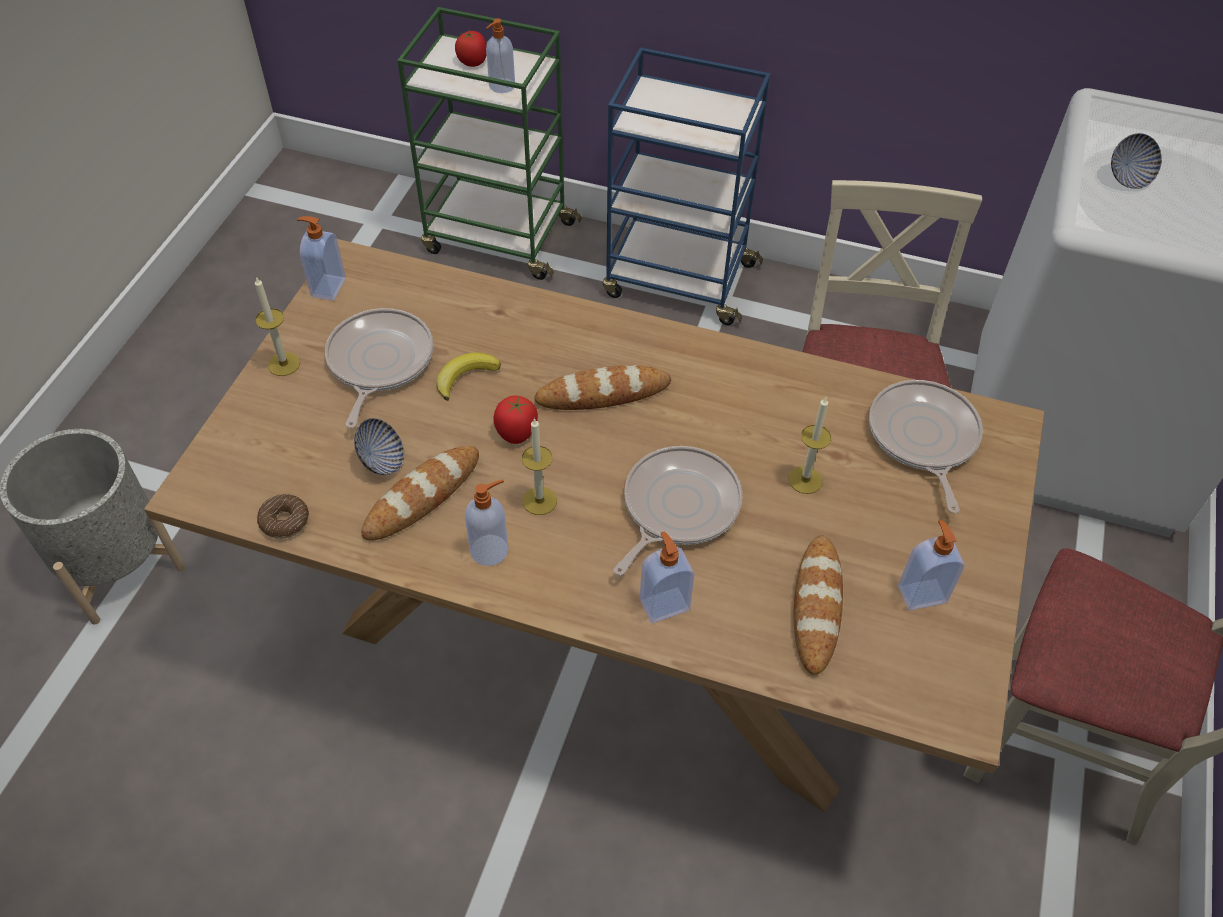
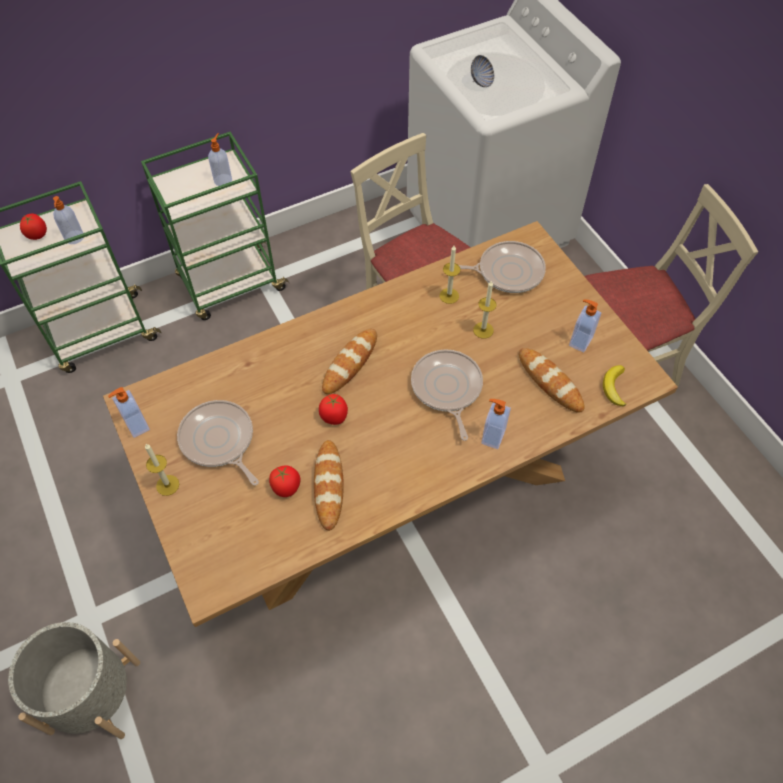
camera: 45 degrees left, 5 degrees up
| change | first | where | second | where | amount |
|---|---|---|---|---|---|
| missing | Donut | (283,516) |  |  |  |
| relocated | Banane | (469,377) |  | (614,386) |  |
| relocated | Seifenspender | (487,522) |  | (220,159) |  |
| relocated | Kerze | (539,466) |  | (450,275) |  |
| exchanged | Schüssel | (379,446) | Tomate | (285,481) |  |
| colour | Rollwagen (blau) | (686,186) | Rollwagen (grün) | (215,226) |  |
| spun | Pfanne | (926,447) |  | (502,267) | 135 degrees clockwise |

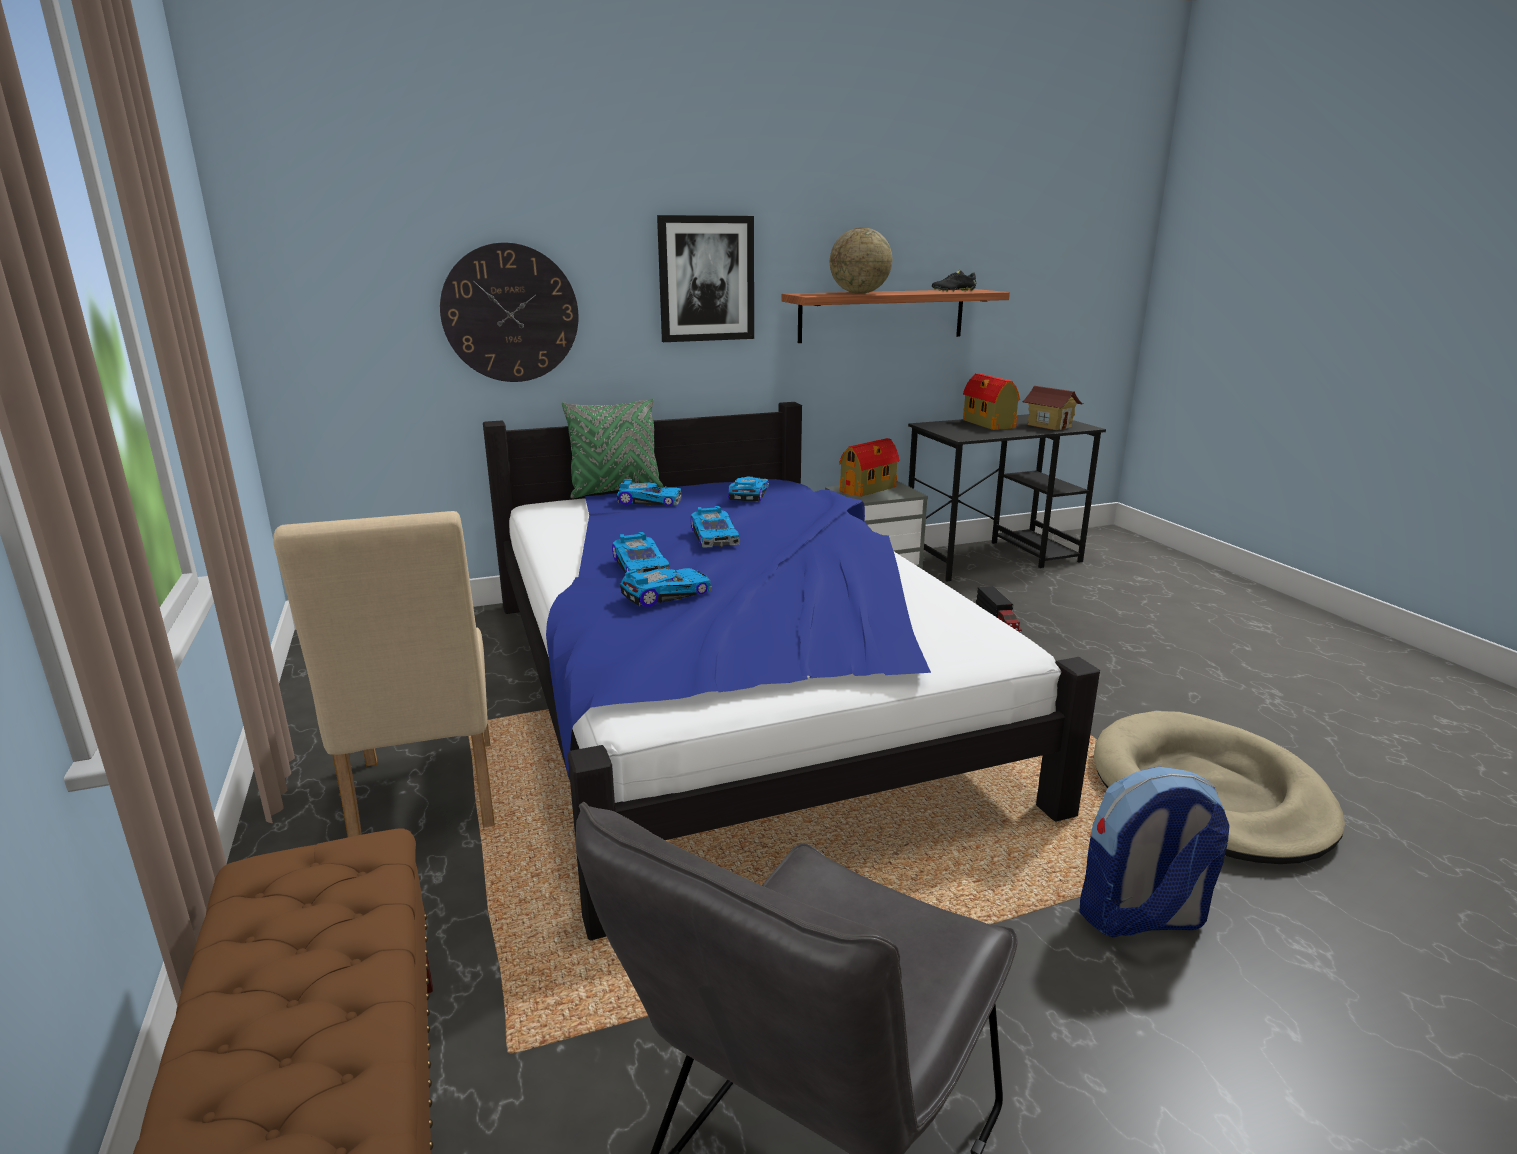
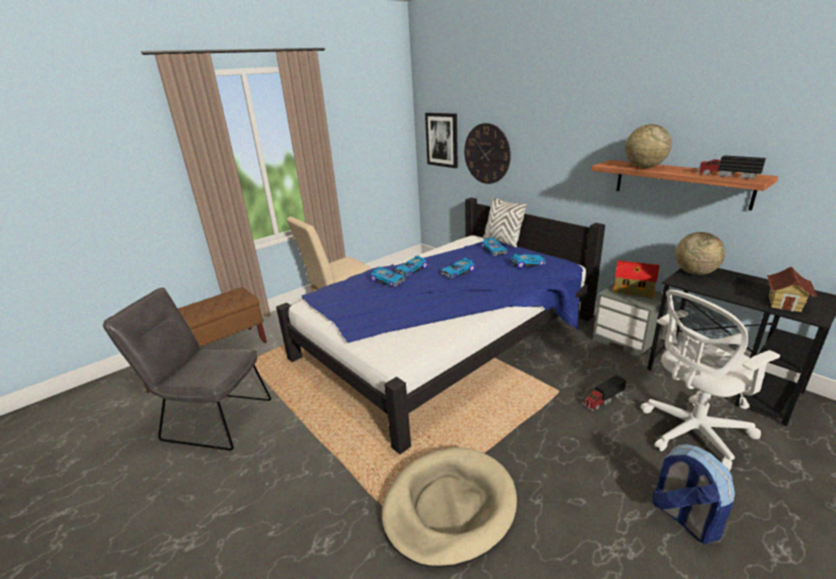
camera: 70 degrees right, 5 degrees up
| change | first | where | second | where | amount |
|---|---|---|---|---|---|
| missing | Spielzeughaus | (991,401) |  |  |  |
| appeared |  |  | Bürostuhl (weiß) | (710,380) |  |
| appeared |  |  | Globus | (700,253) |  |
| relocated | Bild | (705,278) |  | (441,140) |  |
| relocated | Rucksack | (1155,852) |  | (694,494) |  |
| exchanged | Schuh (schwarz) | (954,281) | Spielzeuglaster | (732,167) |  |
| colour | Kissen (grün) | (613,448) | Kissen (weiß) | (505,222) |  |

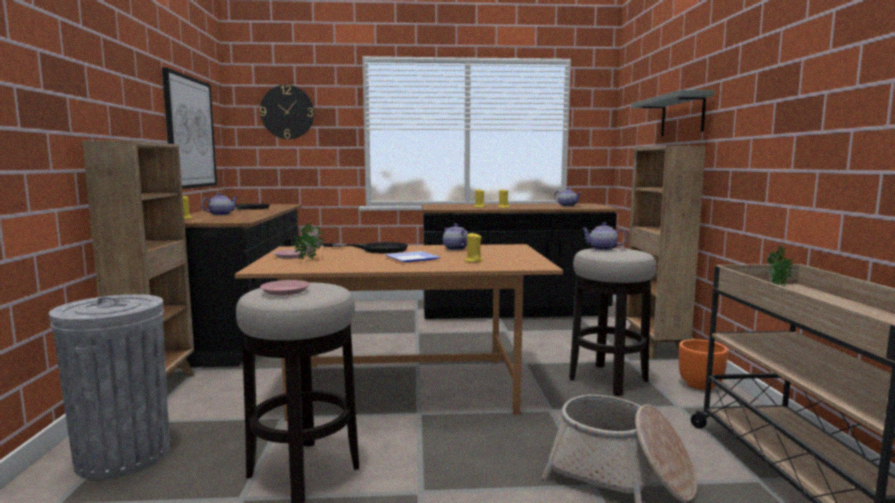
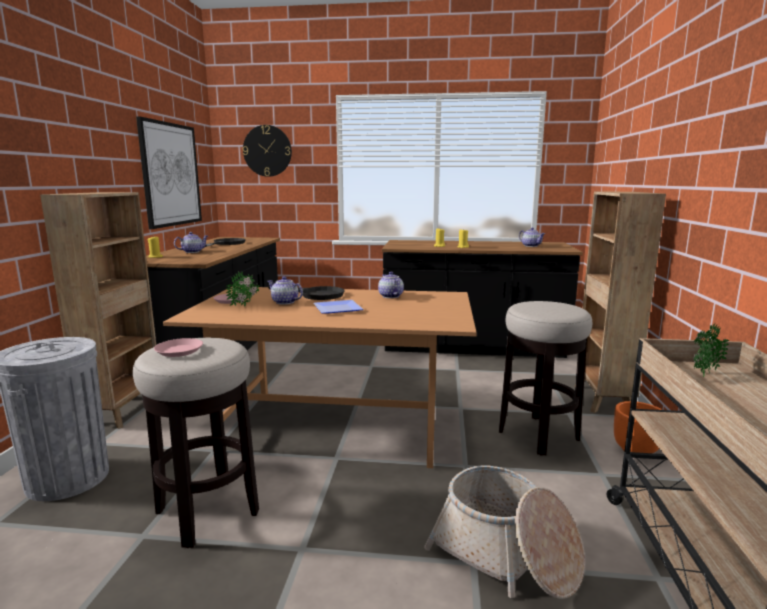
camera: 10 degrees right, 5 degrees up
| change | first | where | second | where | amount |
|---|---|---|---|---|---|
| missing | Kerze (gelb) | (473,247) |  |  |  |
| missing | Wandregal (grau) | (672,113) |  |  |  |
| relocated | Teekanne | (604,236) |  | (285,290) |  |

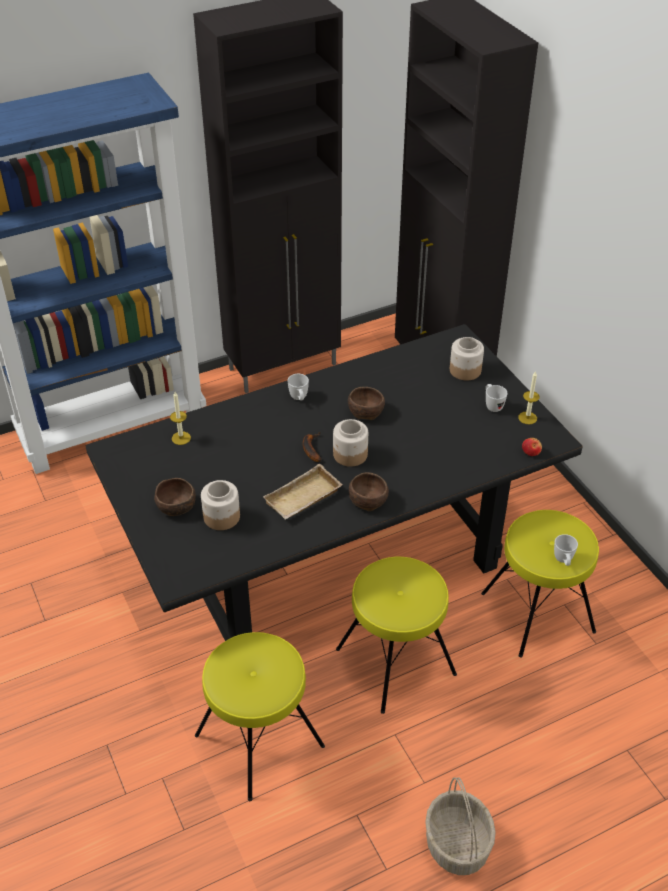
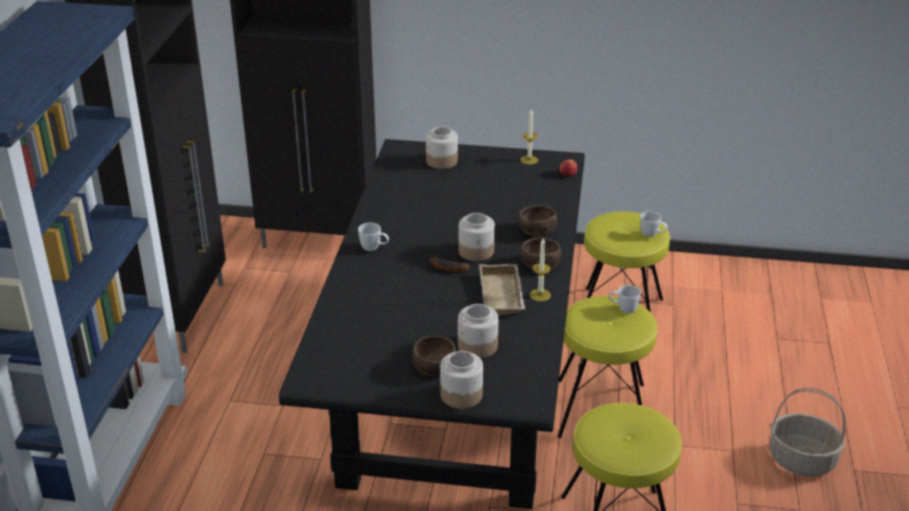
camera: 55 degrees left, 10 degrees down
| change | first | where | second | where | amount |
|---|---|---|---|---|---|
| appeared |  |  | Vorratsglas | (461,380) |  |
| relocated | Kerze | (180,418) |  | (540,270) |  |
| relocated | Schüssel (braun) | (366,403) |  | (537,221) |  |
| relocated | Henkelbecher (weiß) | (496,398) |  | (625,299) |  |

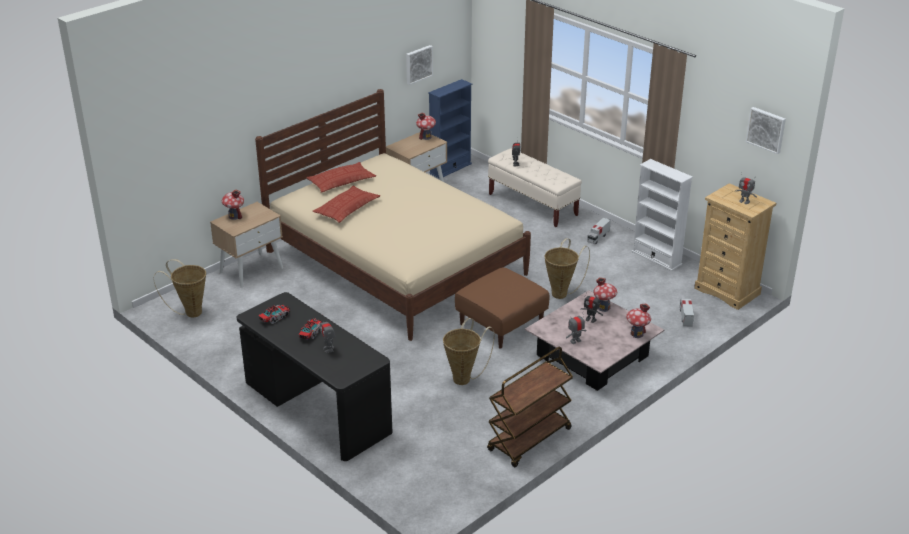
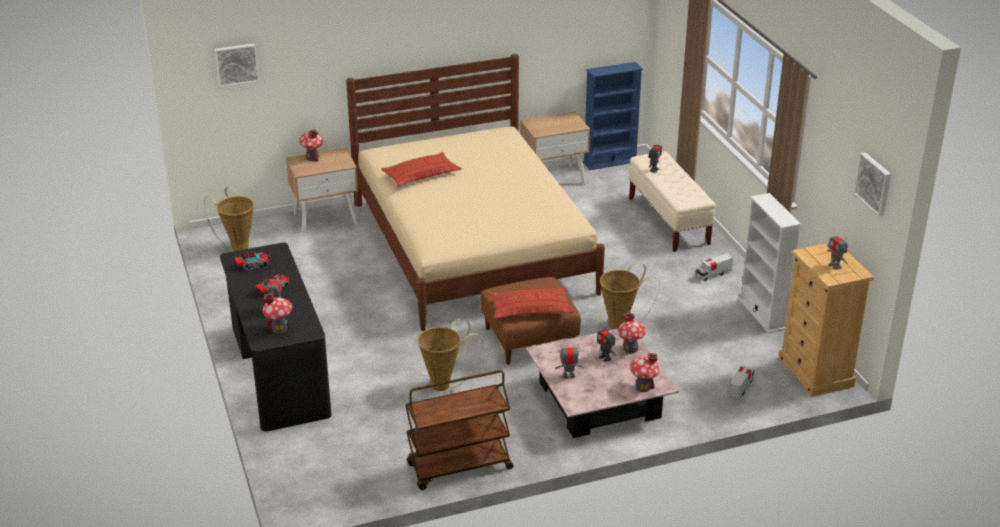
camera: 25 degrees right, 0 degrees up
| change | first | where | second | where | amount |
|---|---|---|---|---|---|
| relocated | Kissen | (341,177) |  | (531,303) |  |
| relocated | Bild | (419,65) |  | (237,65) |  |
| relocated | Spielzeughaus | (426,126) |  | (278,313) |  |

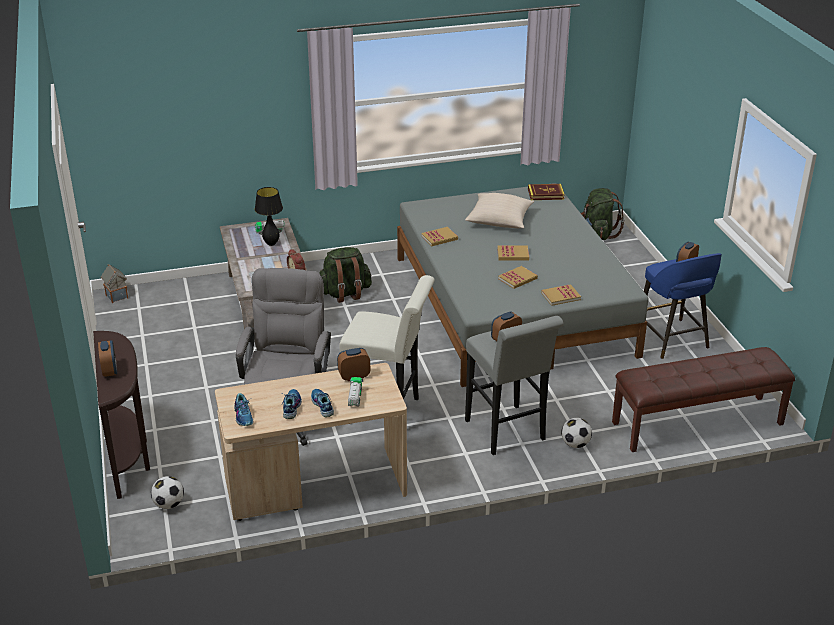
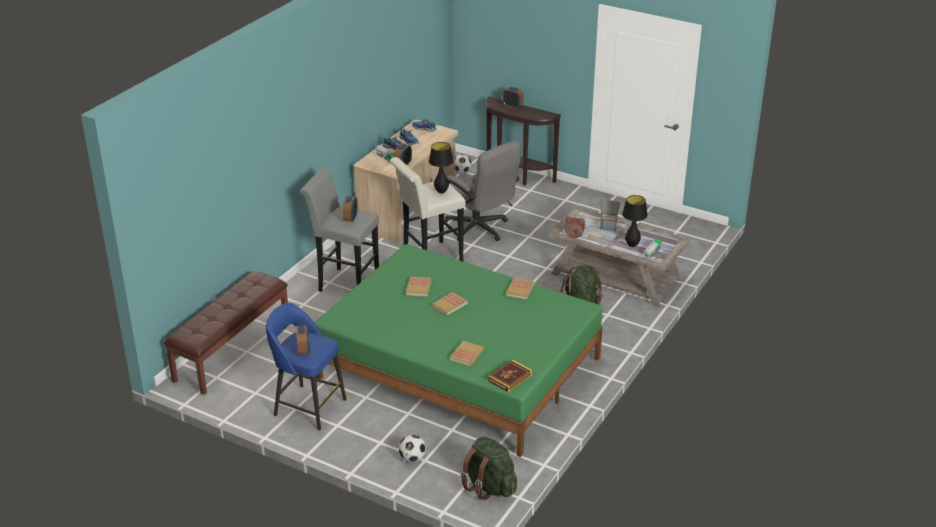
camera: 135 degrees right, 0 degrees up
| change | first | where | second | where | amount |
|---|---|---|---|---|---|
| missing | Kissen (beige) | (499,210) |  |  |  |
| appeared |  |  | Tischlampe (schwarz) | (441,168) |  |
| relocated | Spielzeughaus | (114,283) |  | (610,215) |  |
| relocated | Buch | (561,295) |  | (467,353) |  |
| relocated | Fußball | (576,433) |  | (412,448) |  |
| colour | Bett (grau) | (523,285) | Bett (grün) | (458,350) |  |

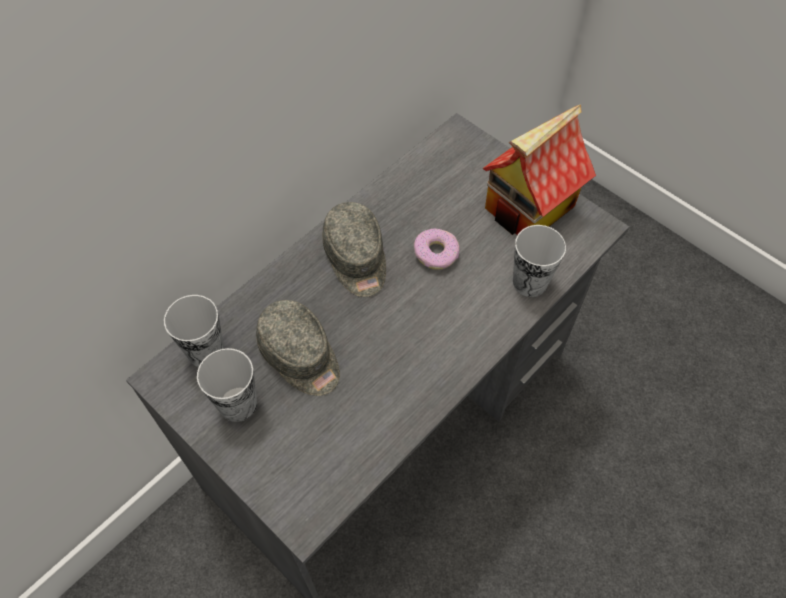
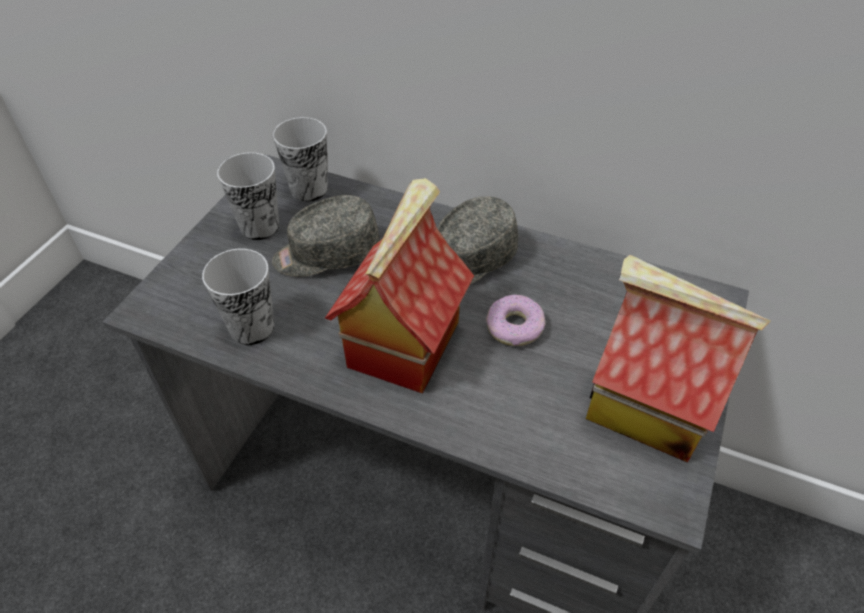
camera: 70 degrees right, 10 degrees down
| change | first | where | second | where | amount |
|---|---|---|---|---|---|
| appeared |  |  | Spielzeughaus | (399,286) |  |
| relocated | Tasse | (539,261) |  | (238,296) |  |
| spun | Kappe (grau) | (298,348) |  | (326,236) | 45 degrees clockwise |

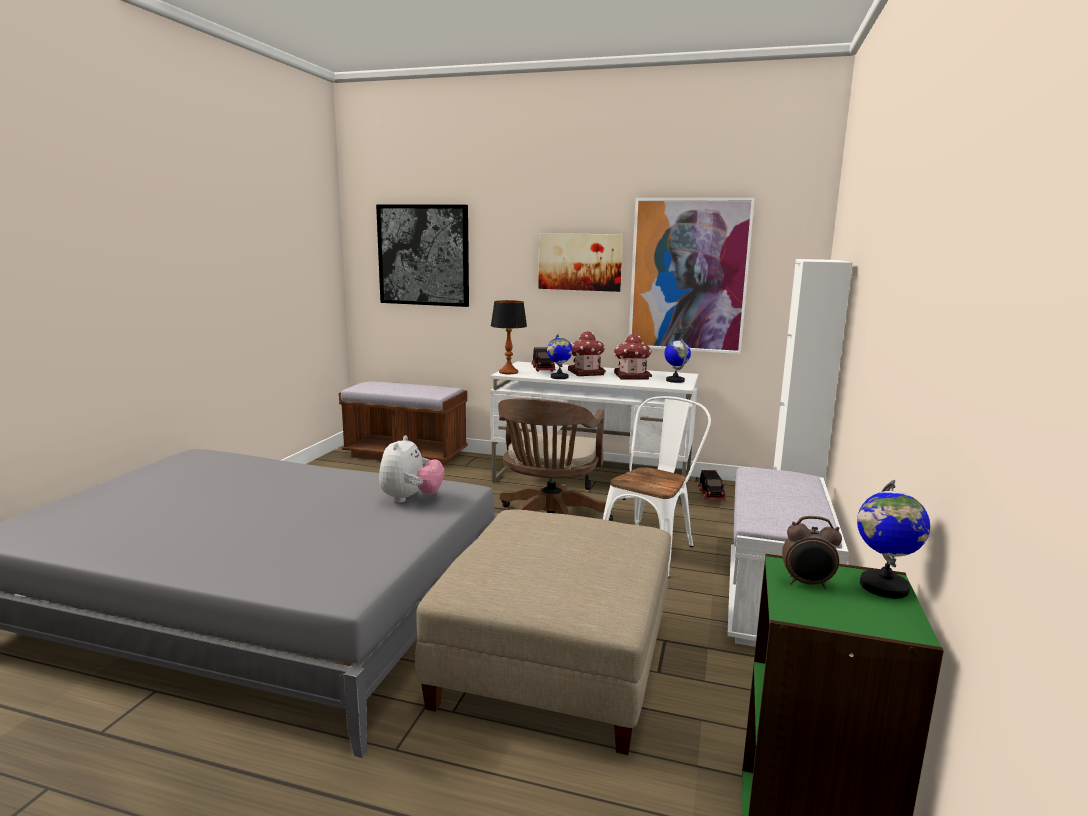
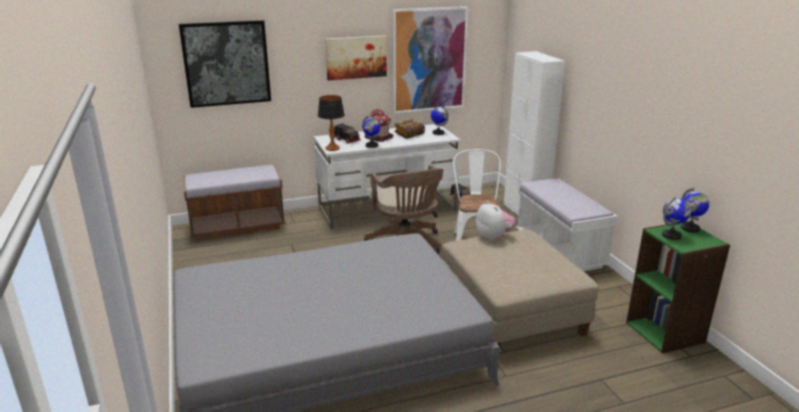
camera: 35 degrees left, 10 degrees up
| change | first | where | second | where | amount |
|---|---|---|---|---|---|
| relocated | Plüschtier | (411,469) |  | (496,221) |  |
| exchanged | Spielzeughaus | (633,357) | Buch | (409,129) |  |
| exchanged | Wecker | (812,552) | Globus | (676,218) |  |

